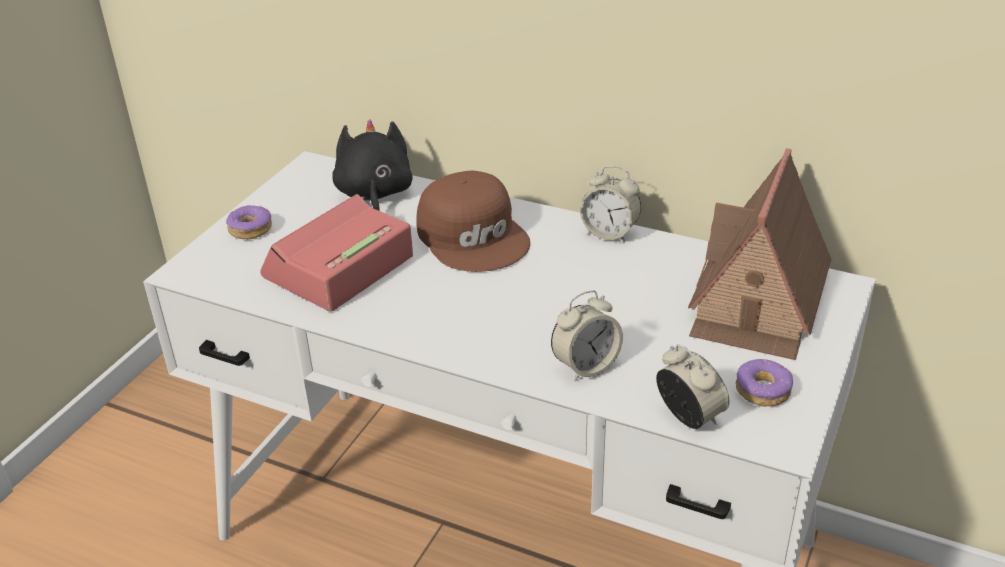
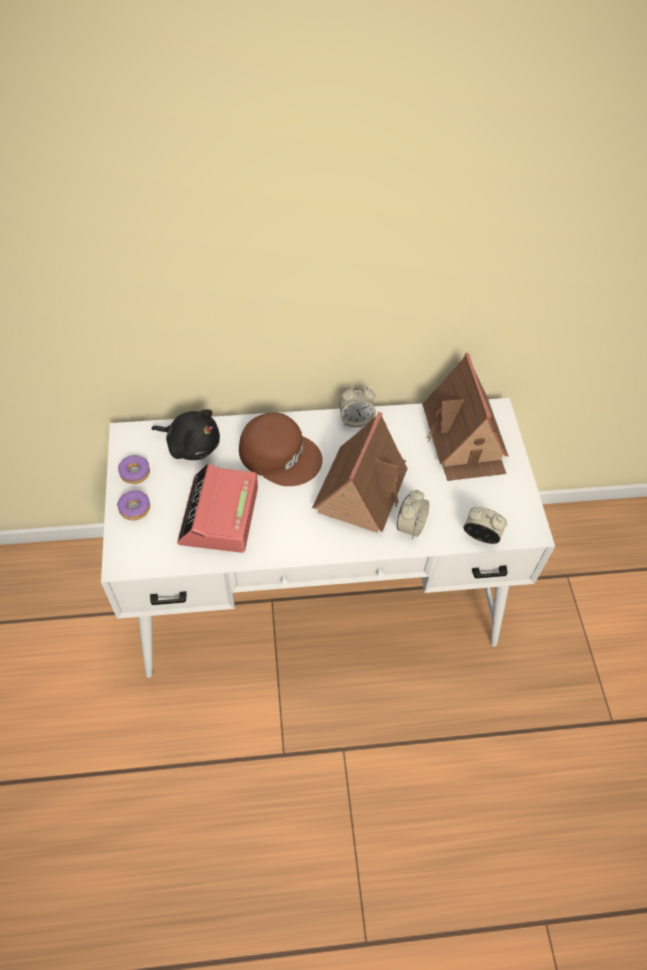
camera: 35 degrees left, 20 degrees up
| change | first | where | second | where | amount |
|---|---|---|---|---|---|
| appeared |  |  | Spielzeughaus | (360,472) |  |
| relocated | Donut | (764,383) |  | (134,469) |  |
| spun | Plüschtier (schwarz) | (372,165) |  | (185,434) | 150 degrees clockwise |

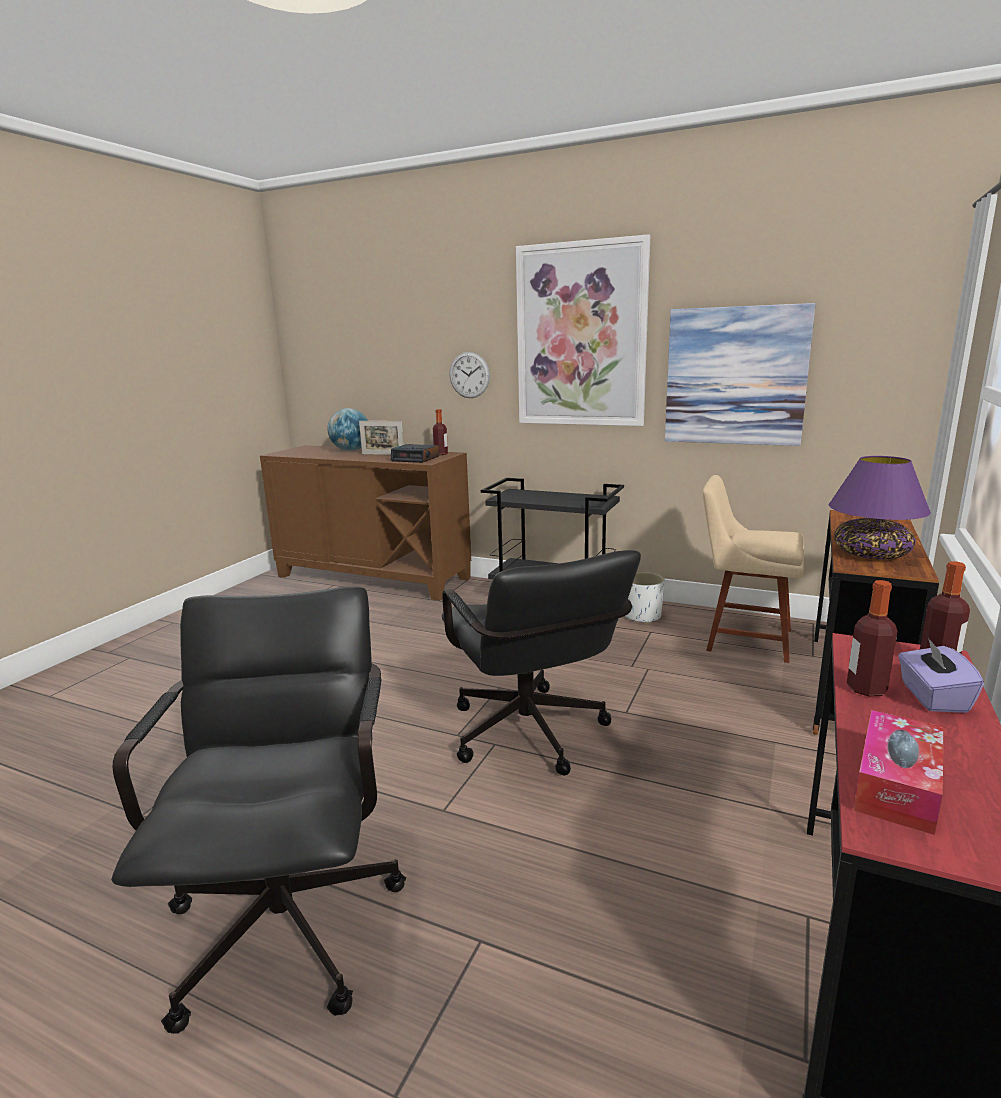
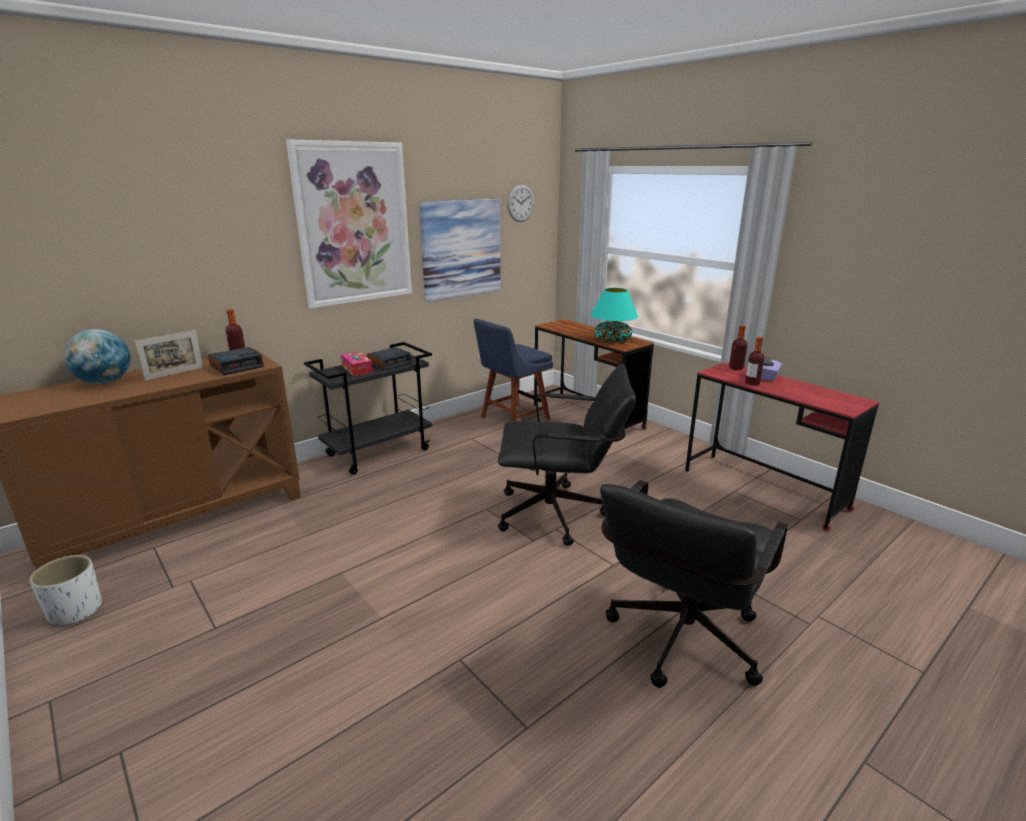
camera: 65 degrees left, 5 degrees up
| change | first | where | second | where | amount |
|---|---|---|---|---|---|
| appeared |  |  | Wecker | (389,358) |  |
| relocated | Wanduhr | (469,375) |  | (520,203) |  |
| relocated | Pflanzkübel (weiß) | (645,598) |  | (65,591) |  |
| relocated | Taschentuchbox | (898,772) |  | (357,364) |  |
| colour | Stuhl (beige) | (753,569) | Stuhl (blau) | (513,370) |  |
| colour | Tischlampe (lila) | (880,507) | Tischlampe (türkis) | (614,315) |  |
| spun | Bürostuhl (schwarz) | (258,810) |  | (694,584) | 75 degrees counterclockwise |

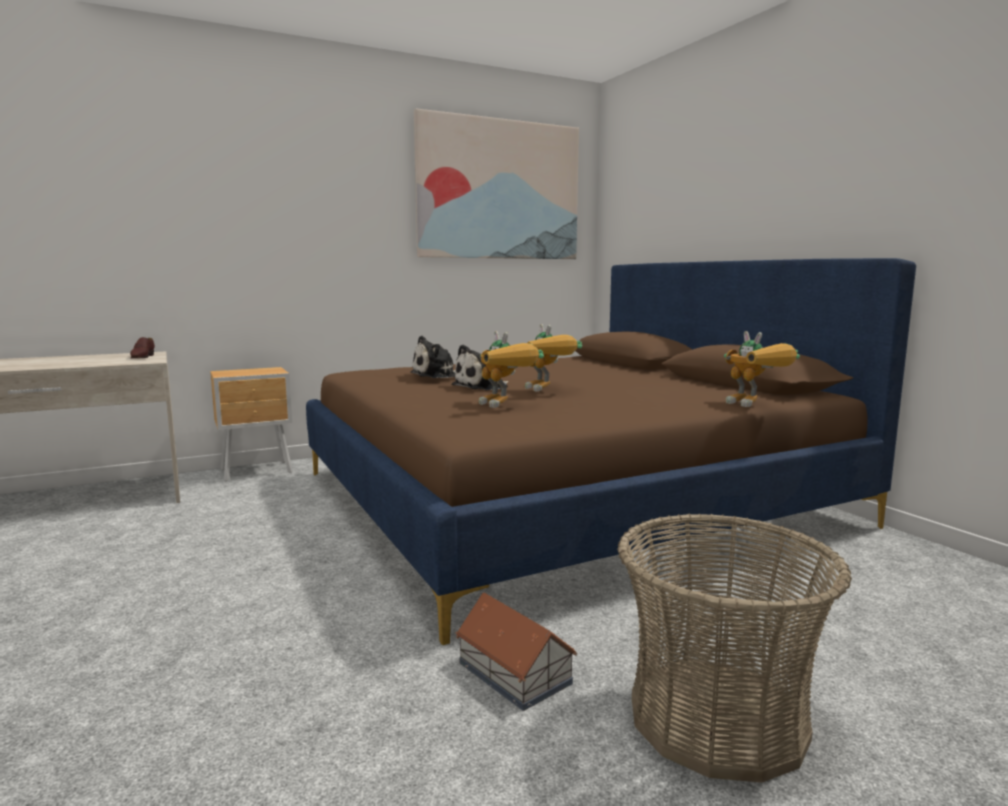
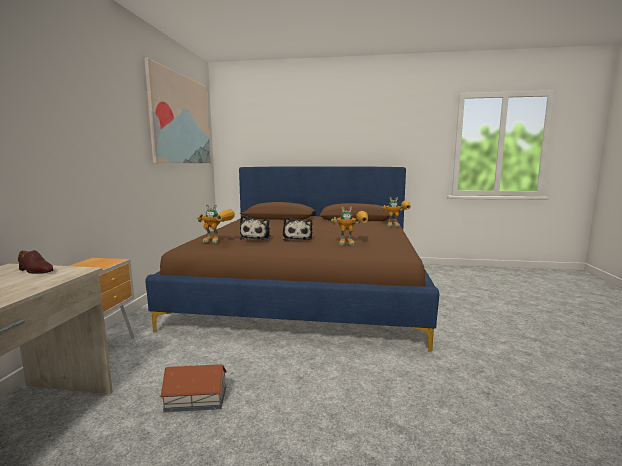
camera: 55 degrees left, 0 degrees up
| change | first | where | second | where | amount |
|---|---|---|---|---|---|
| missing | Korb | (734,648) |  |  |  |
| relocated | Spielzeughaus | (516,652) |  | (193,388) |  |
| relocated | Spielzeugroboter | (553,358) |  | (216,223) |  |

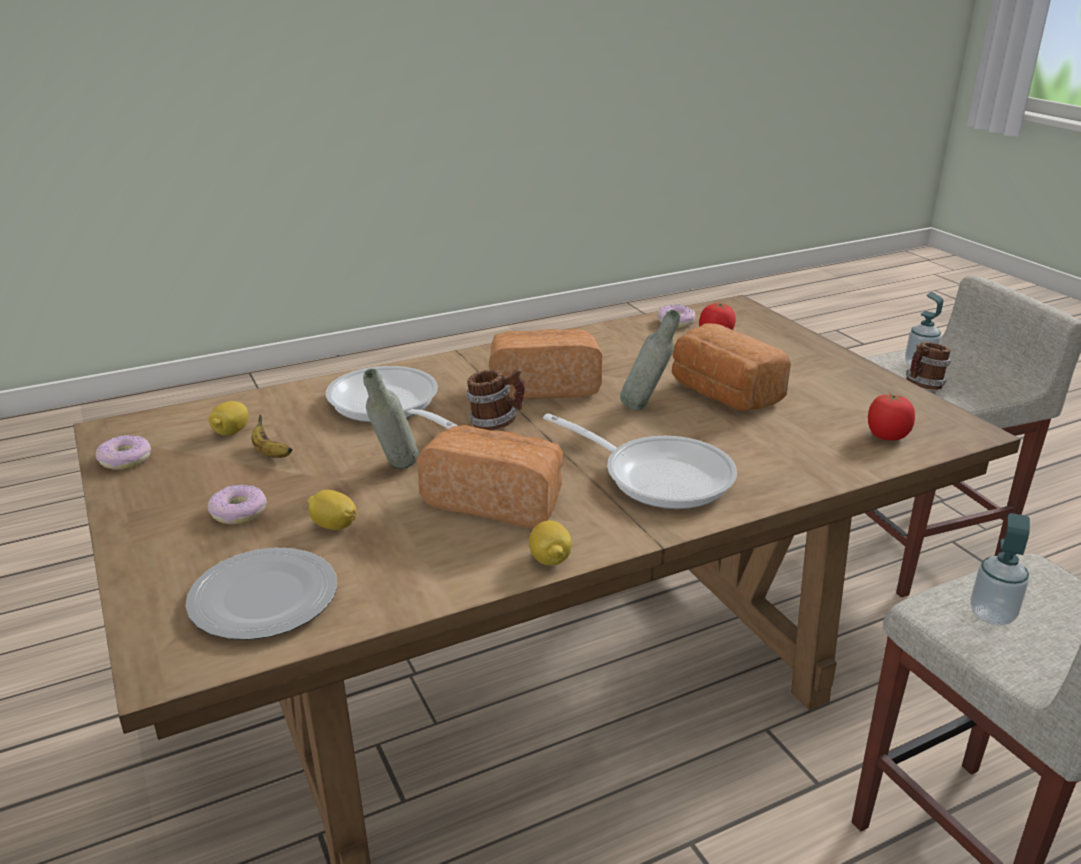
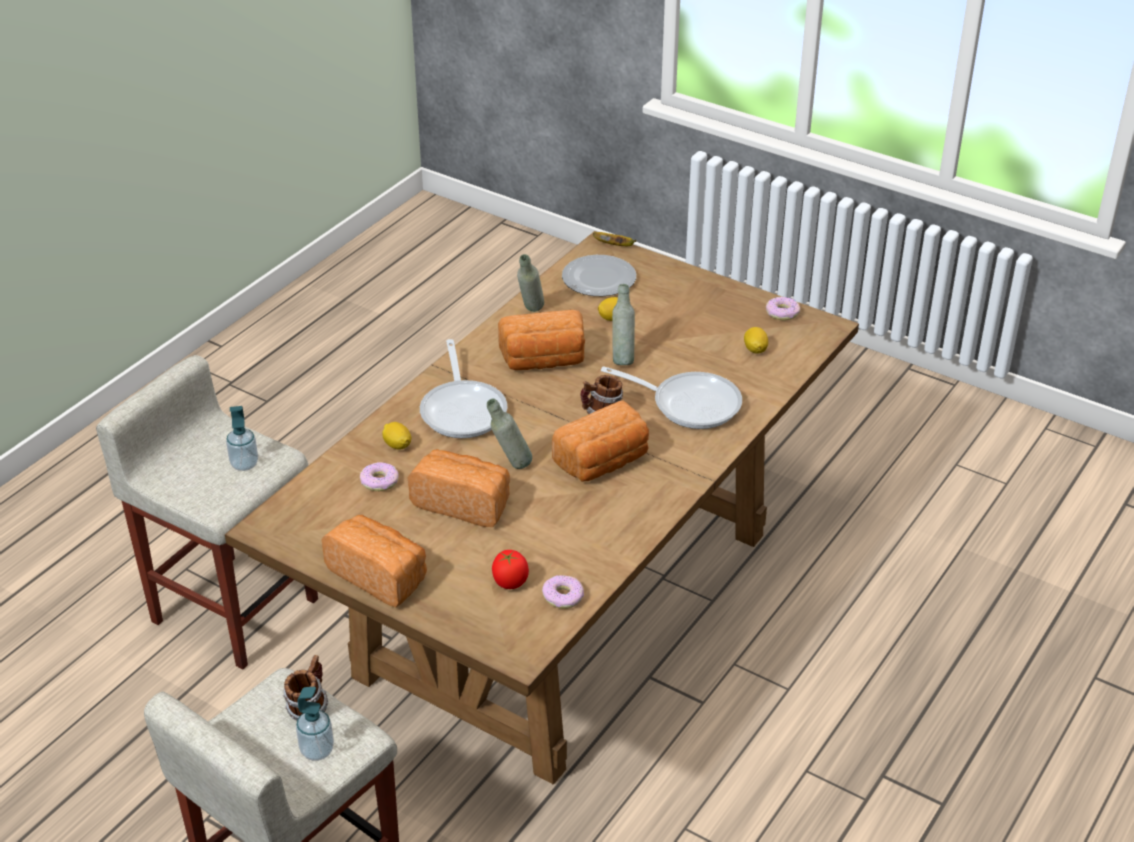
camera: 150 degrees right, 10 degrees up
| change | first | where | second | where | amount |
|---|---|---|---|---|---|
| missing | Tomate | (891,416) |  |  |  |
| appeared |  |  | Brot | (374,561) |  |
| appeared |  |  | Flasche (grau) | (530,283) |  |
| relocated | Donut | (237,504) |  | (379,476) |  |
| relocated | Banane | (272,436) |  | (615,239) |  |
| relocated | Zitrone | (550,542) |  | (396,435) |  |
| spun | Pfanne | (640,461) |  | (464,388) | 105 degrees counterclockwise |

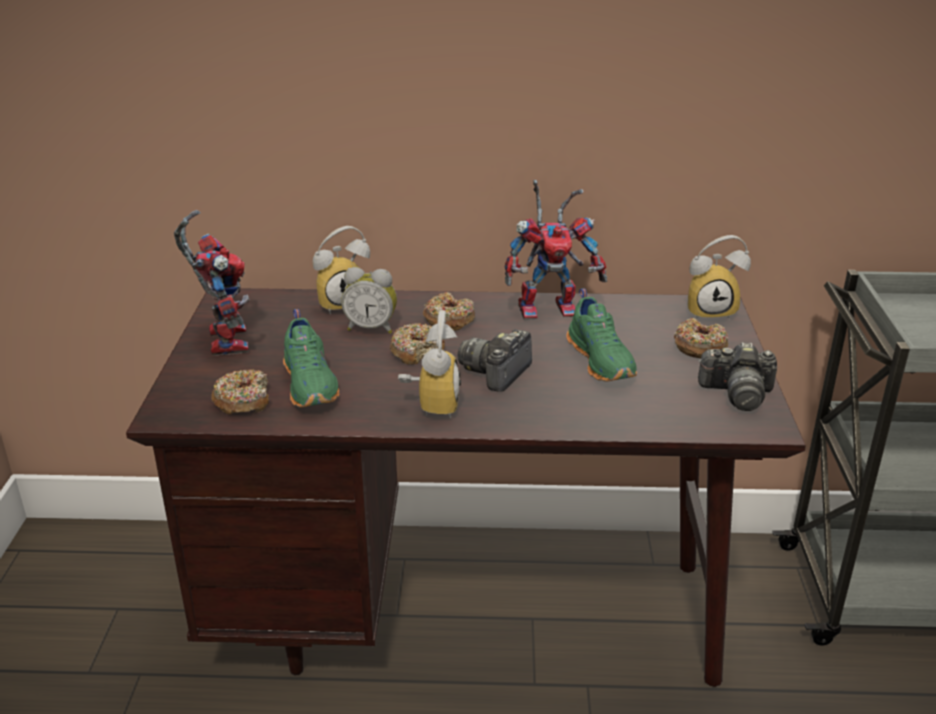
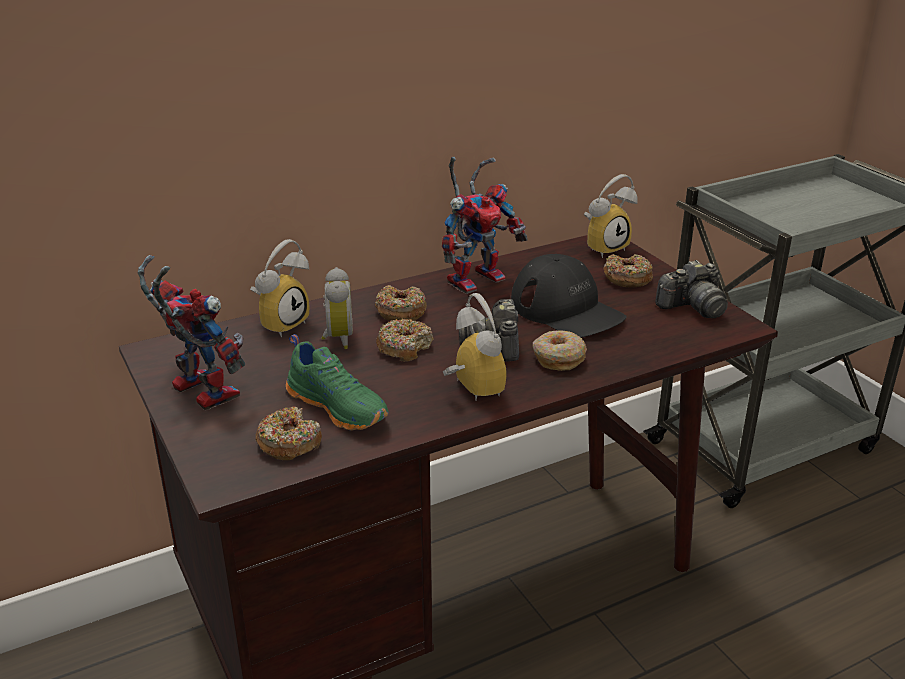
camera: 30 degrees left, 0 degrees up
| change | first | where | second | where | amount |
|---|---|---|---|---|---|
| appeared |  |  | Donut | (560,350) |  |
| exchanged | Schuh (grün) | (601,335) | Kappe (schwarz) | (569,296) |  |
| spun | Wecker | (369,300) |  | (337,308) | 75 degrees counterclockwise |

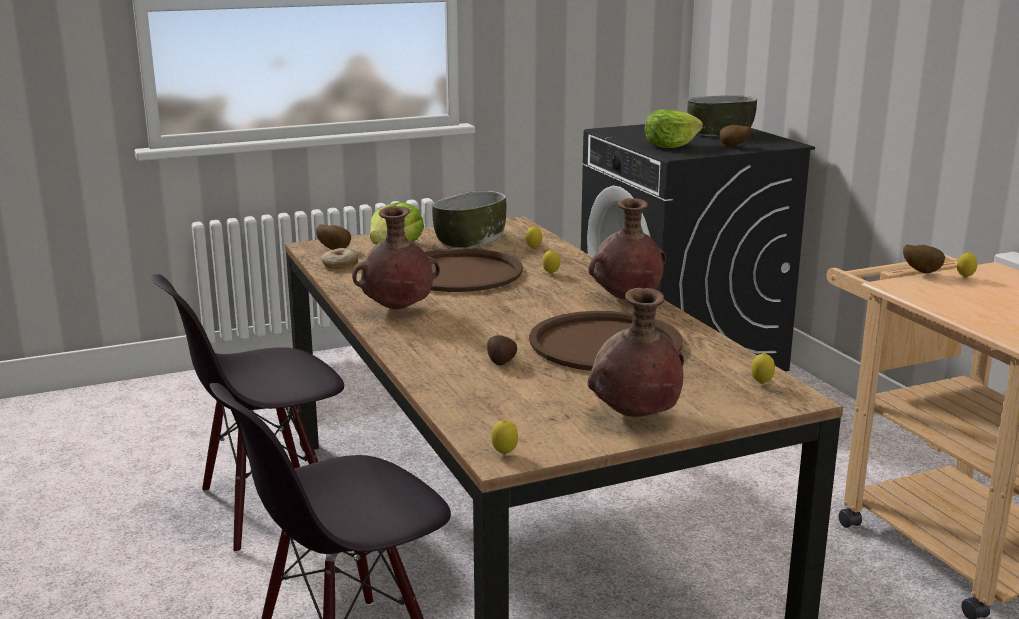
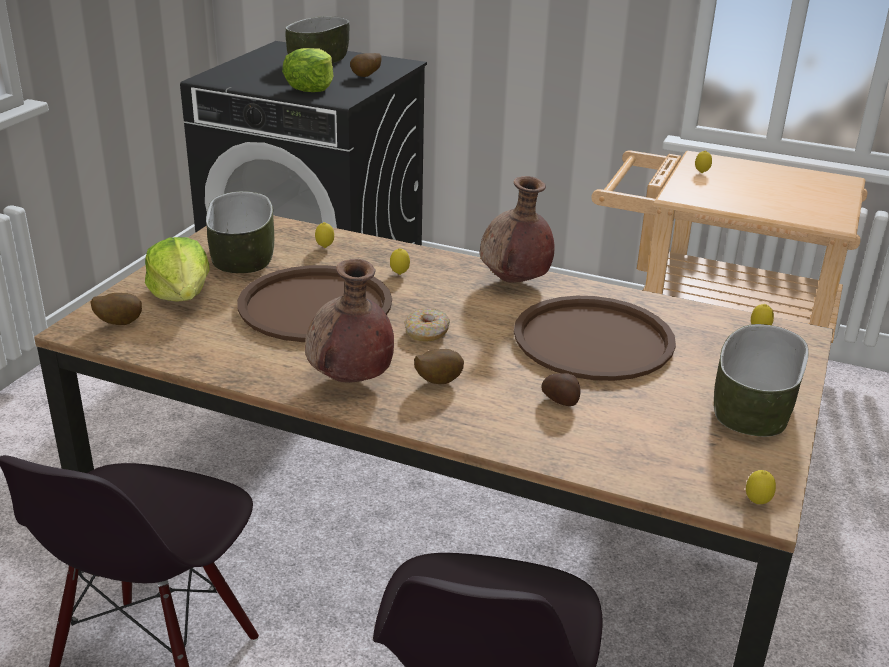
camera: 45 degrees left, 10 degrees up
| change | first | where | second | where | amount |
|---|---|---|---|---|---|
| relocated | Donut | (340,258) |  | (427,325) |  |
| relocated | Kartoffel | (924,259) |  | (439,366) |  |
| exchanged | Vase (braun) | (636,352) | Schüssel | (761,380) |  |

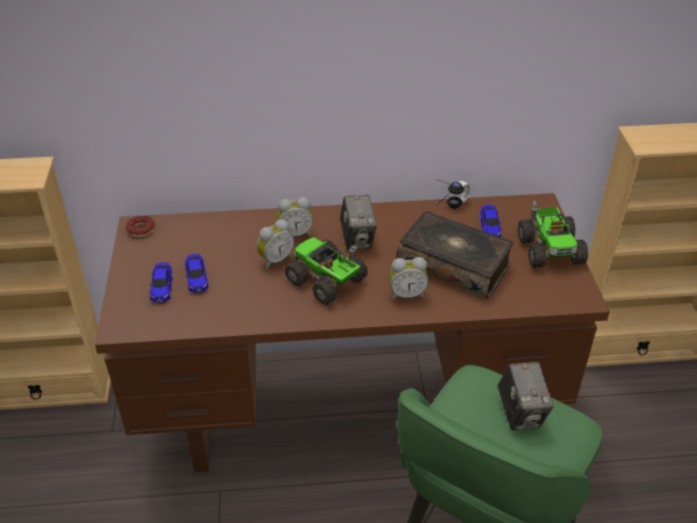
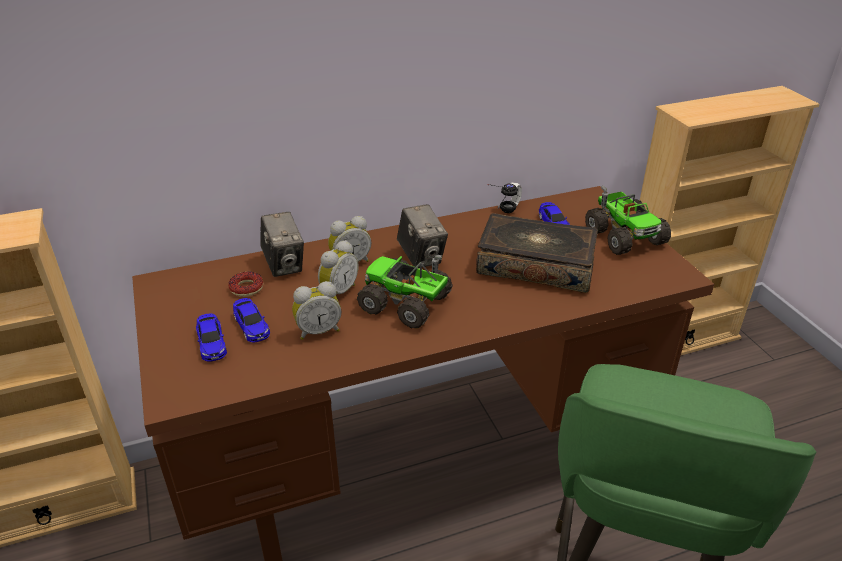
camera: 15 degrees left, 5 degrees down
| change | first | where | second | where | amount |
|---|---|---|---|---|---|
| relocated | Donut | (140,226) |  | (246,284) |  |
| relocated | Wecker | (409,278) |  | (316,310) |  |
| relocated | Kamera | (526,396) |  | (282,244) |  |

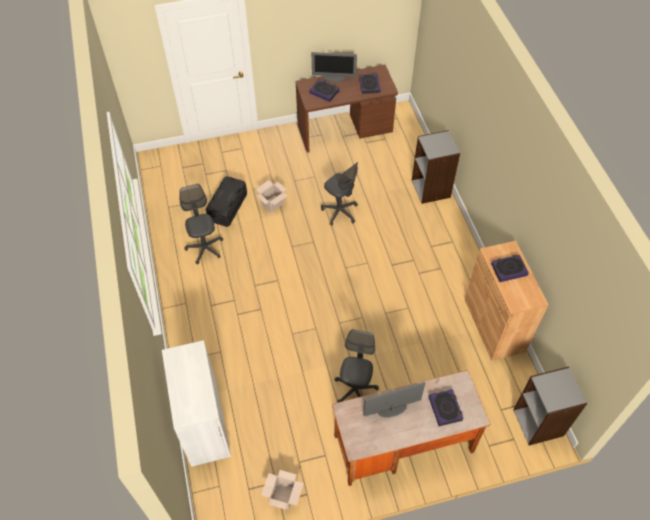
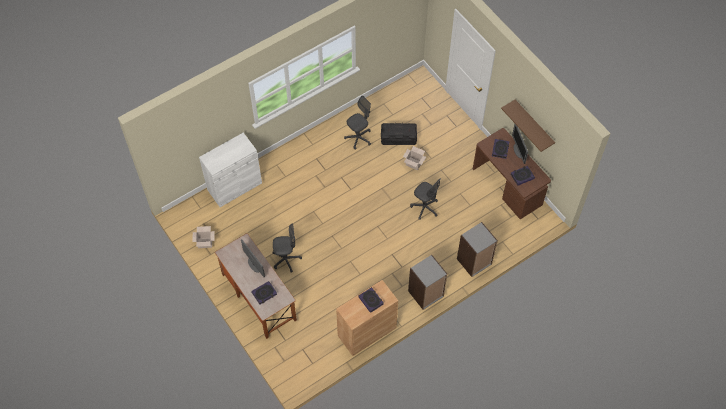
camera: 70 degrees right, 5 degrees up
| change | first | where | second | where | amount |
|---|---|---|---|---|---|
| appeared |  |  | Wandregal (braun) | (528,126) |  |
| relocated | Bücherregal (grau) | (550,405) |  | (427,282) |  |
| spun | Bürostuhl (grau) | (339,193) |  | (425,199) | 75 degrees counterclockwise |

